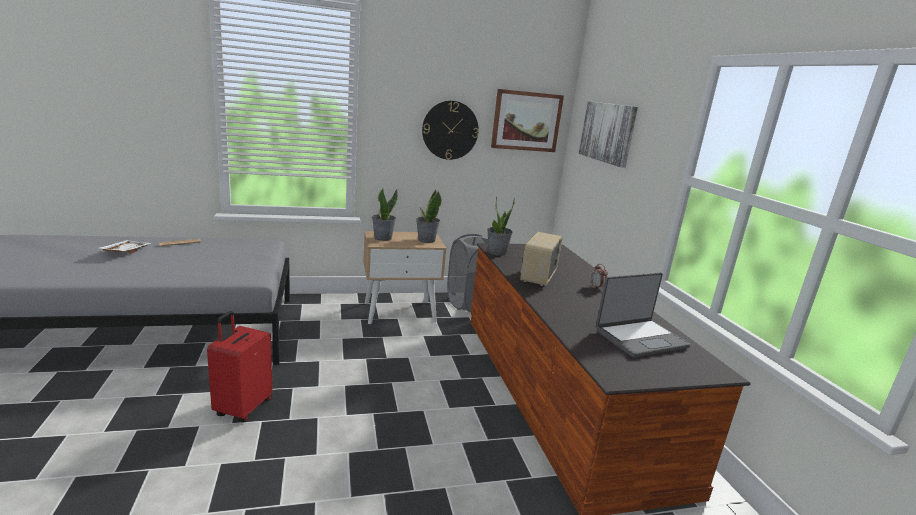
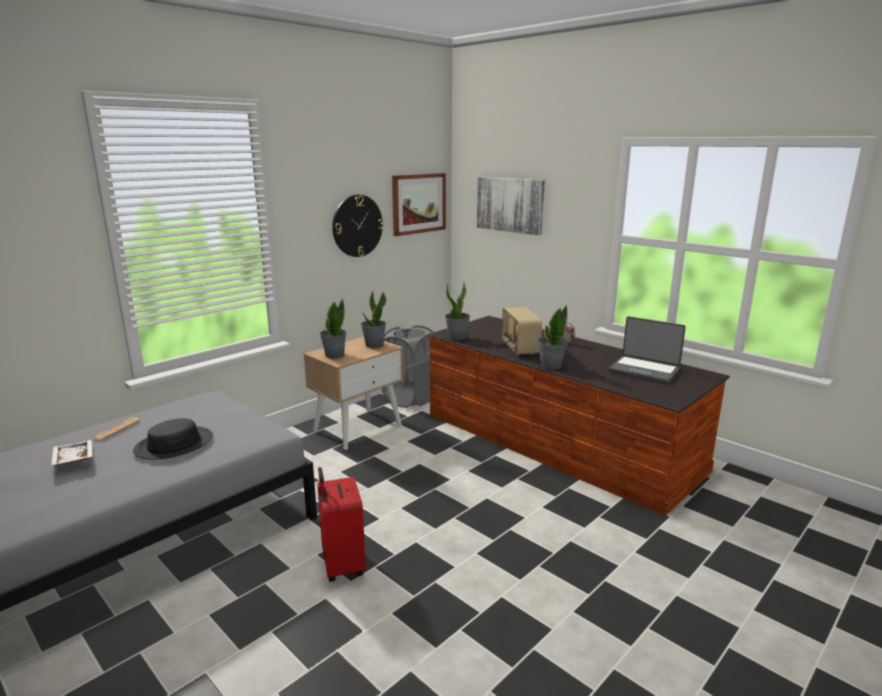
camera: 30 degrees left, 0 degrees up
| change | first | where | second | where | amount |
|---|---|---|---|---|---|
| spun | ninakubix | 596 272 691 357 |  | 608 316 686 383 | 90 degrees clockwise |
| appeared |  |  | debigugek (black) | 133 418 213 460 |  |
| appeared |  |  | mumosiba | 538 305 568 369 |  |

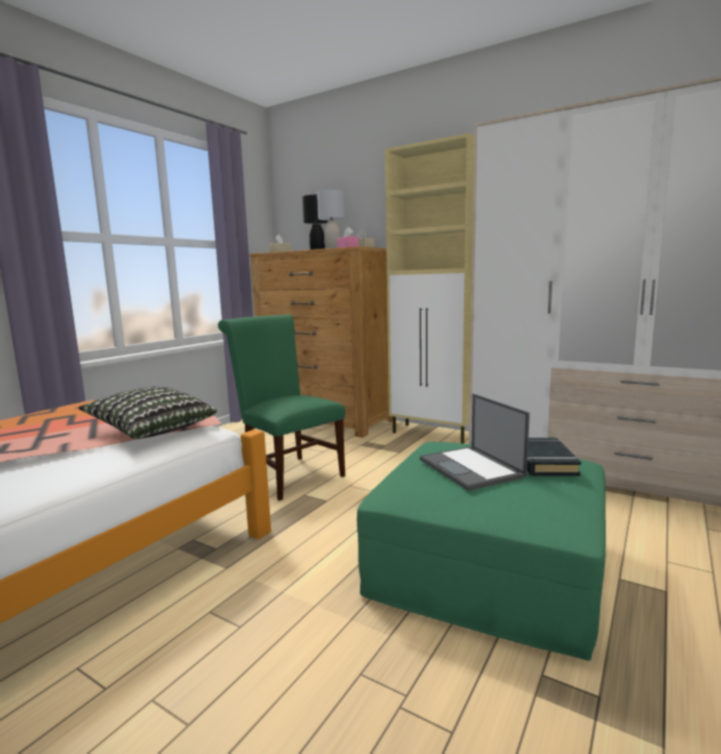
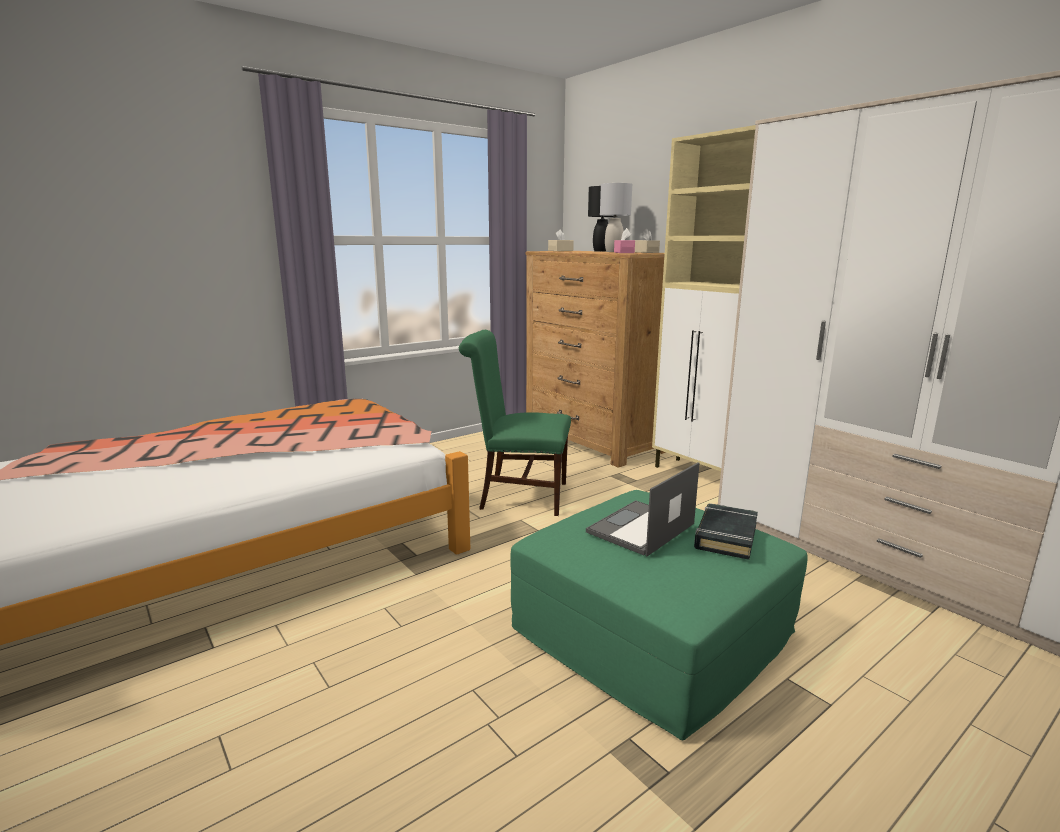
camera: 20 degrees right, 5 degrees up
| change | first | where | second | where | amount |
|---|---|---|---|---|---|
| missing | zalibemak | 78 386 217 439 |  |  |  |
| spun | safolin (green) | 218 314 345 501 |  | 459 330 571 516 | 60 degrees counterclockwise |
| spun | ninakubix | 420 394 530 491 |  | 586 462 700 557 | 45 degrees clockwise |

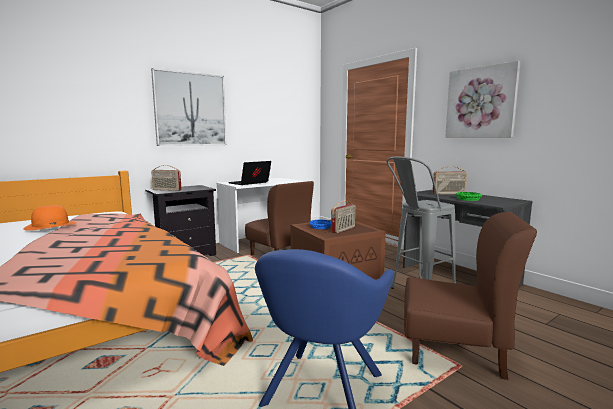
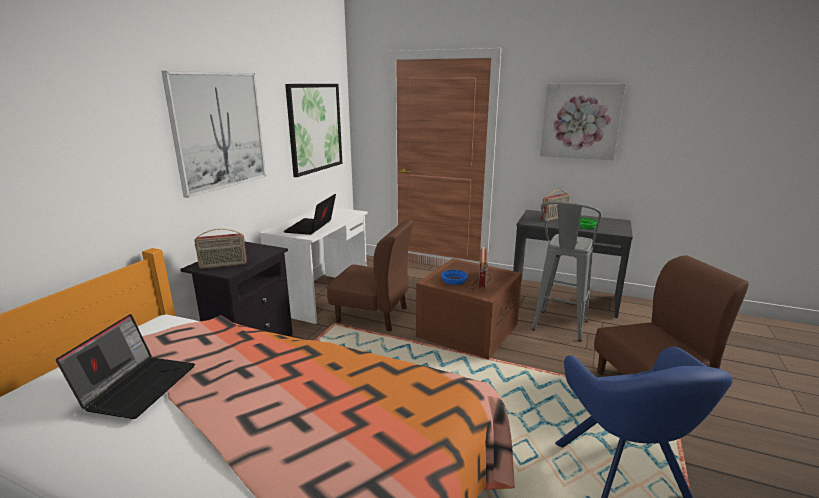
camera: 30 degrees left, 10 degrees up
| change | first | where | second | where | amount |
|---|---|---|---|---|---|
| exchanged | debigugek (orange) | 23 205 77 231 | ninakubix | 56 314 195 419 |  |
| appeared |  |  | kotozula | 285 84 342 177 |  |

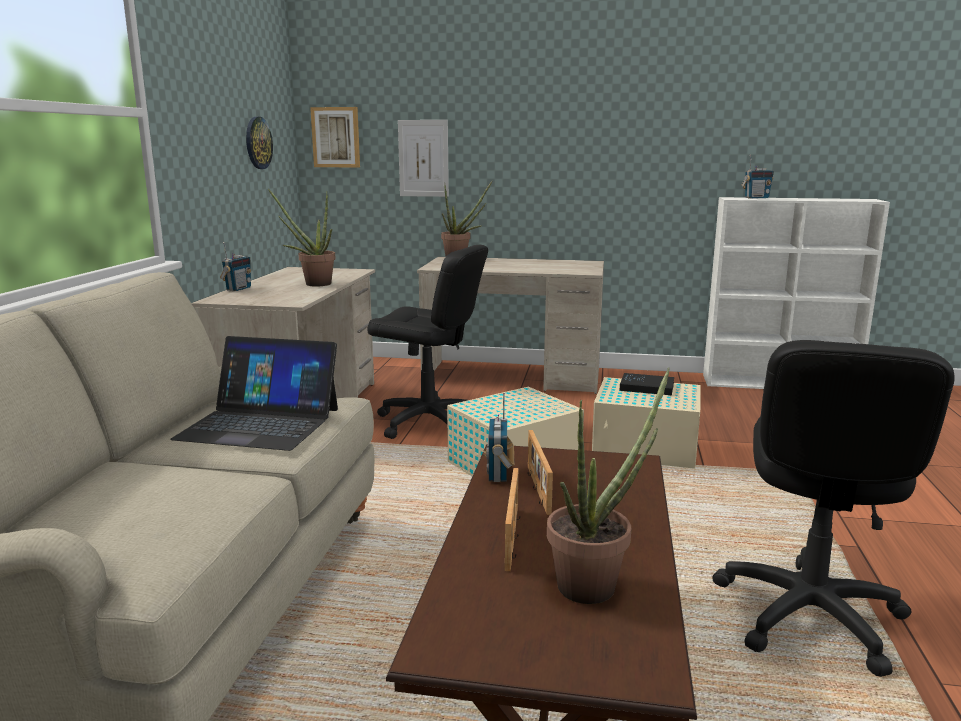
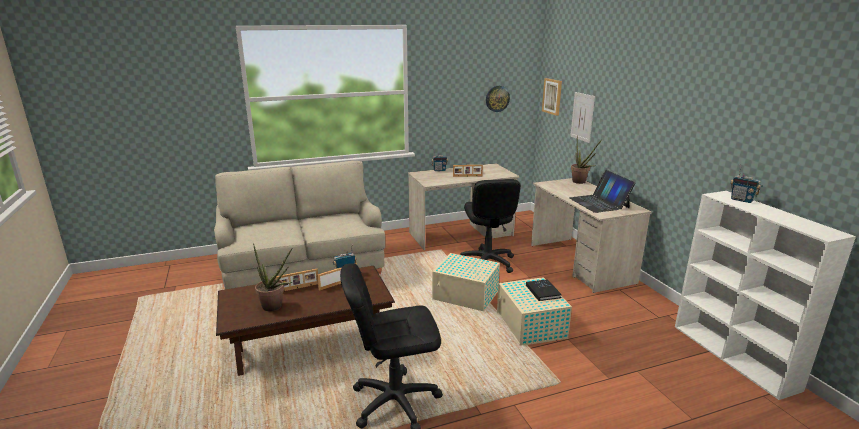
camera: 60 degrees right, 5 degrees up
| change | first | where | second | where | amount |
|---|---|---|---|---|---|
| relocated | ninakubix | 170 336 338 451 |  | 569 170 636 213 |  |
| exchanged | mumosiba | 268 189 336 286 | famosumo | 453 165 483 177 |  |

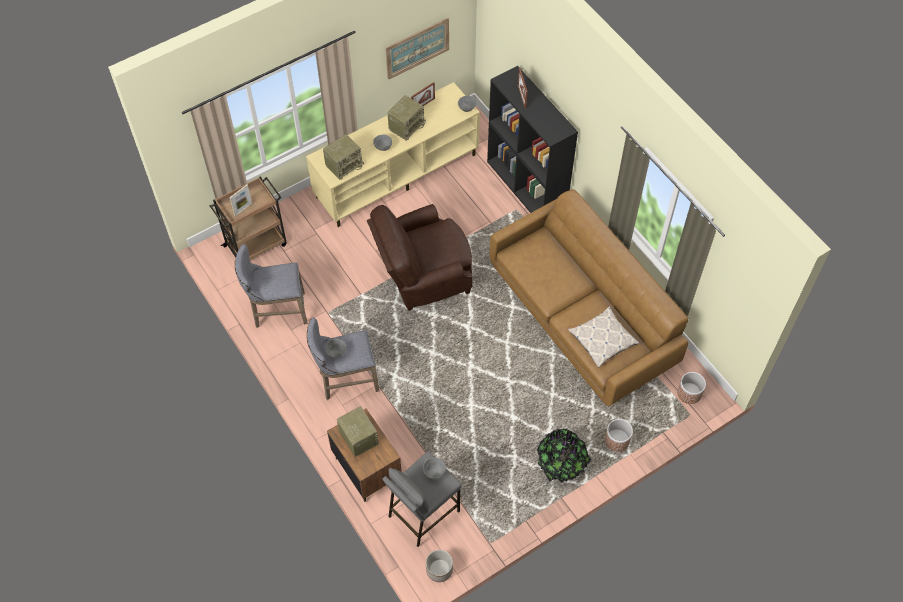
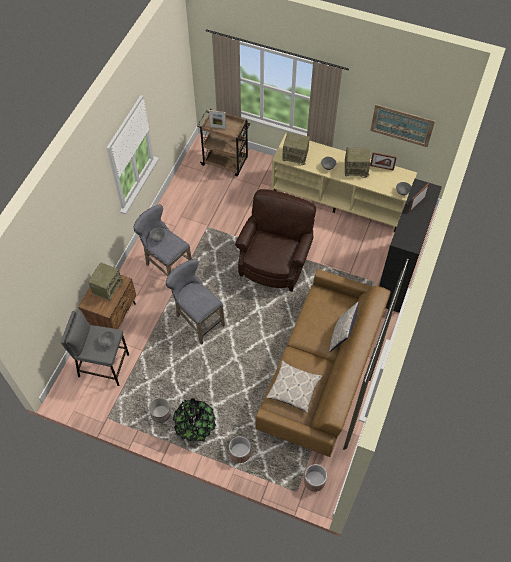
camera: 55 degrees right, 0 degrees up
| change | first | where | second | where | amount |
|---|---|---|---|---|---|
| relocated | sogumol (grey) | 235 244 308 328 |  | 166 259 225 345 |  |
| spun | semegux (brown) | 367 204 473 311 |  | 235 189 316 292 | 75 degrees clockwise |
| relocated | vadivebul | 426 550 453 582 |  | 149 398 171 423 |  |
| appeared |  |  | zalibemak | 329 302 359 352 |  |

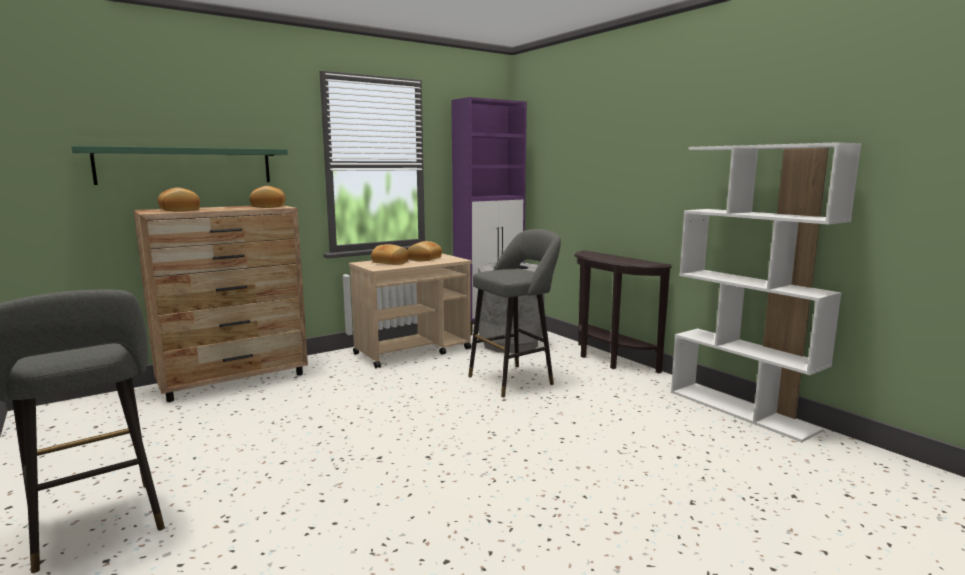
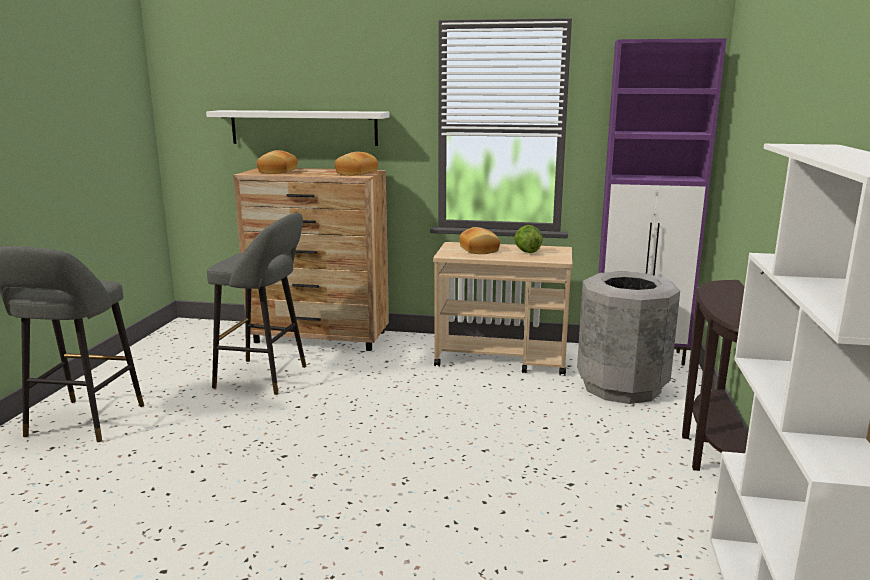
camera: 45 degrees right, 5 degrees up
| change | first | where | second | where | amount |
|---|---|---|---|---|---|
| colour | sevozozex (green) | 72 146 288 185 | sevozozex (white) | 206 110 390 146 |  |
| exchanged | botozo | 407 241 442 261 | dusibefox | 514 225 543 253 |  |
| relocated | sogumol (grey) | 468 229 561 398 |  | 207 213 307 395 |  |

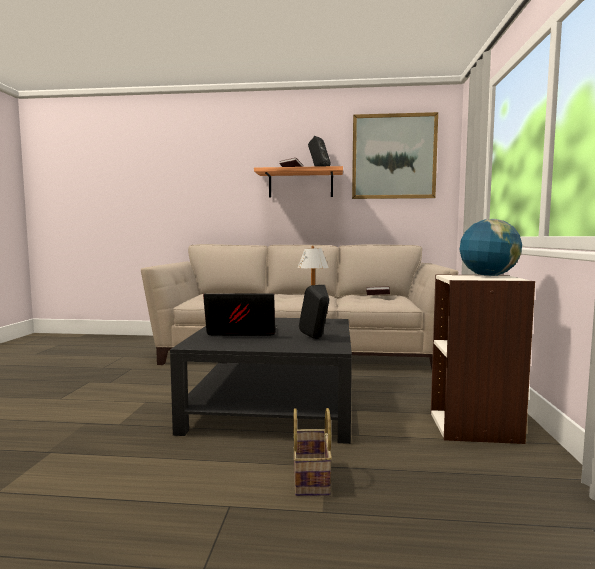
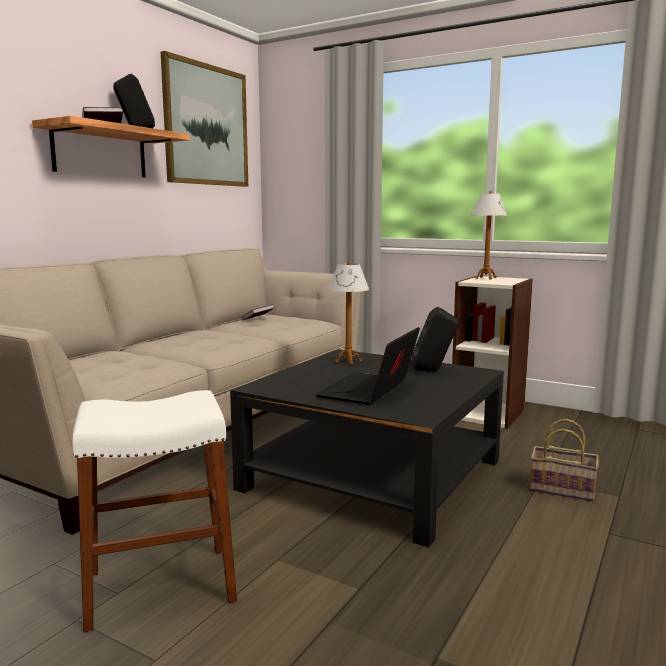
camera: 65 degrees left, 5 degrees up
| change | first | where | second | where | amount |
|---|---|---|---|---|---|
| exchanged | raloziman | 460 219 522 276 | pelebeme | 472 191 507 280 |  |
| appeared |  |  | sogumol (white) | 72 390 237 632 |  |

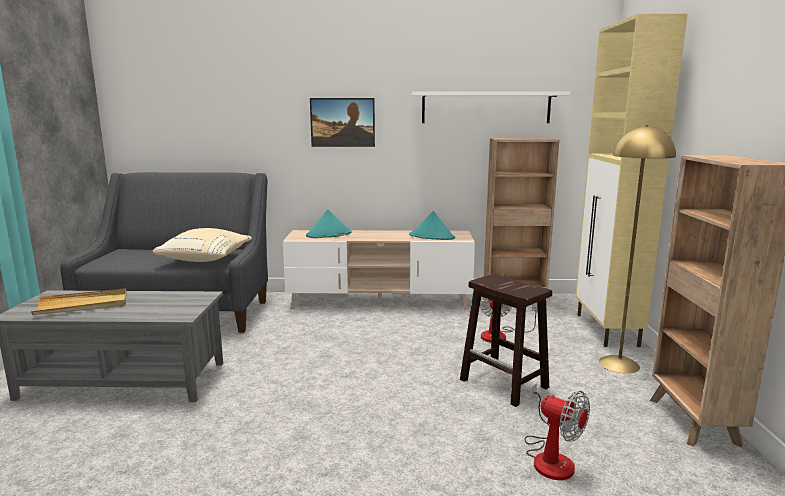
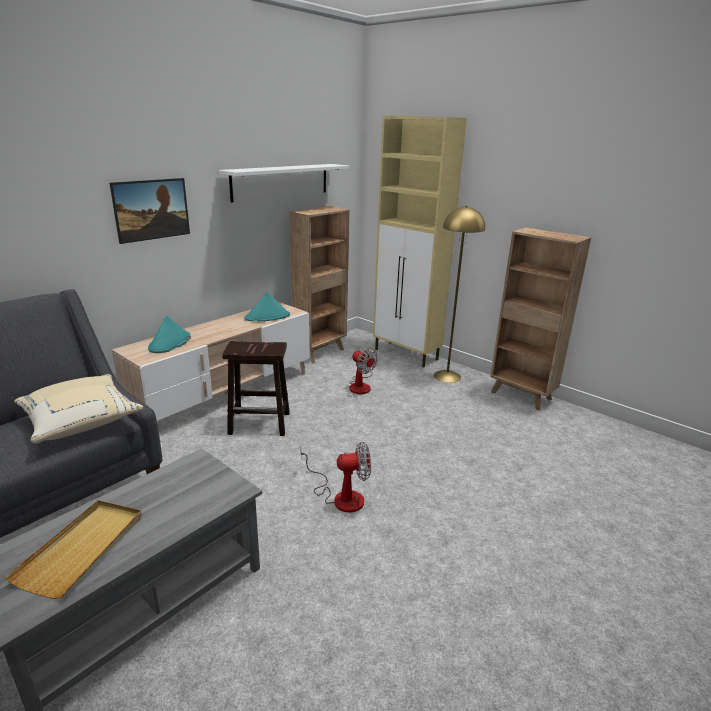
camera: 50 degrees left, 10 degrees up
| change | first | where | second | where | amount |
|---|---|---|---|---|---|
| relocated | sogumol (brown) | 460 274 552 407 |  | 222 341 290 436 |  |
| relocated | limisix | 525 383 590 480 |  | 301 442 371 513 |  |

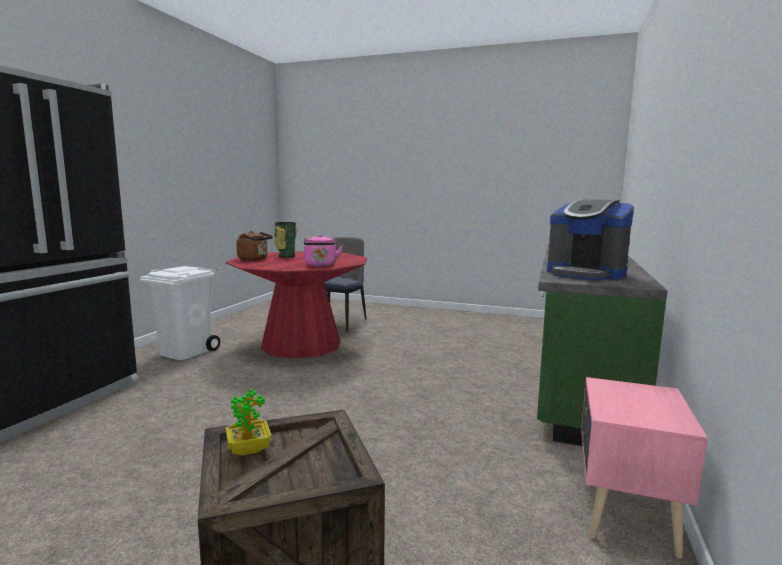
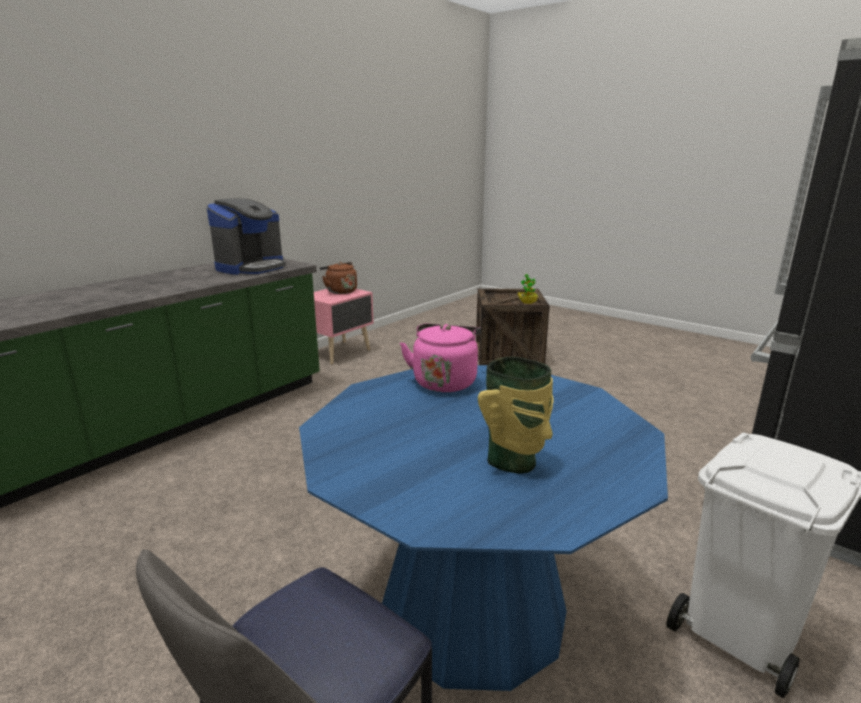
camera: 160 degrees left, 10 degrees up
| change | first | where | second | where | amount |
|---|---|---|---|---|---|
| colour | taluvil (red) | 225 251 367 359 | taluvil (blue) | 299 365 668 691 |  |
| relocated | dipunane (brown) | 236 231 273 261 |  | 320 262 357 294 |  |
| spun | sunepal | 547 199 634 280 |  | 207 198 286 275 | 60 degrees clockwise |

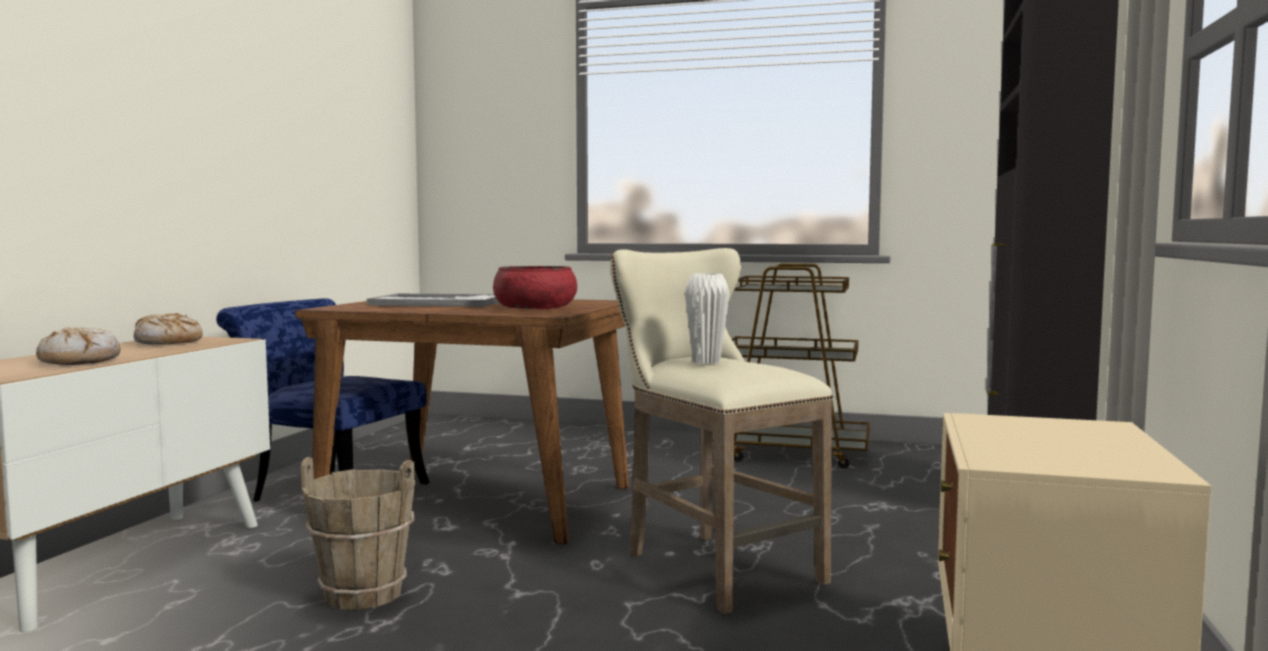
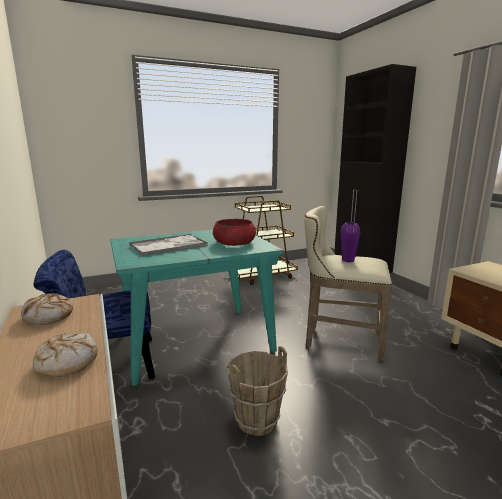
camera: 40 degrees left, 10 degrees up
| change | first | where | second | where | amount |
|---|---|---|---|---|---|
| colour | taluvil (brown) | 295 299 629 544 | taluvil (turquoise) | 110 230 284 386 |  |
| colour | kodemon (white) | 685 273 730 364 | kodemon (purple) | 340 222 361 262 |  |

